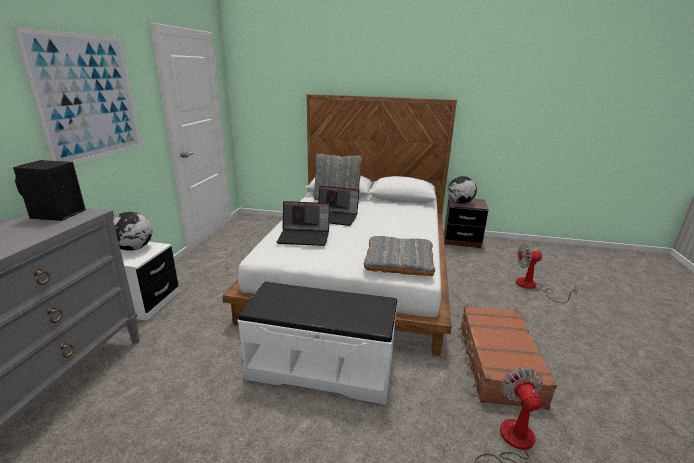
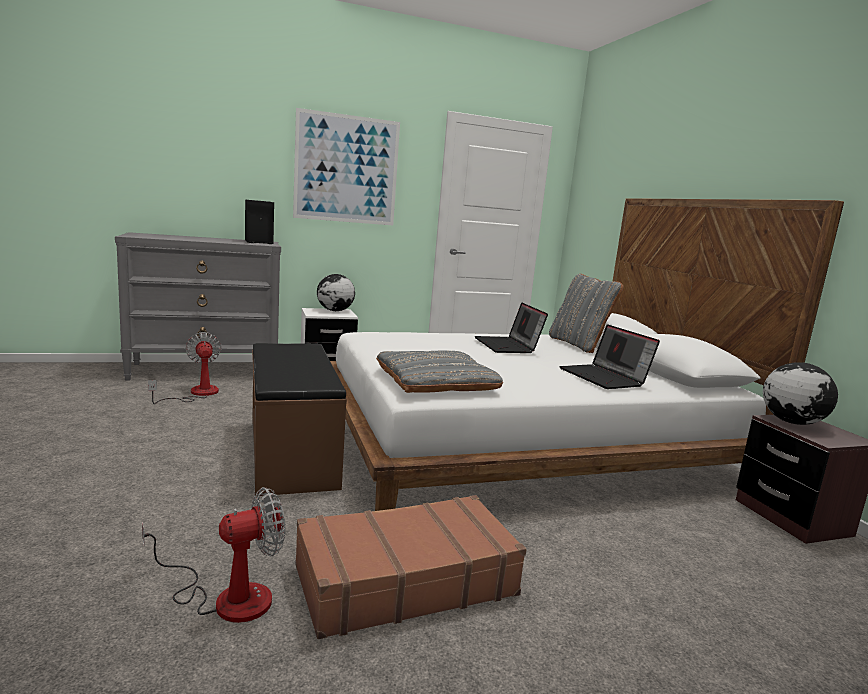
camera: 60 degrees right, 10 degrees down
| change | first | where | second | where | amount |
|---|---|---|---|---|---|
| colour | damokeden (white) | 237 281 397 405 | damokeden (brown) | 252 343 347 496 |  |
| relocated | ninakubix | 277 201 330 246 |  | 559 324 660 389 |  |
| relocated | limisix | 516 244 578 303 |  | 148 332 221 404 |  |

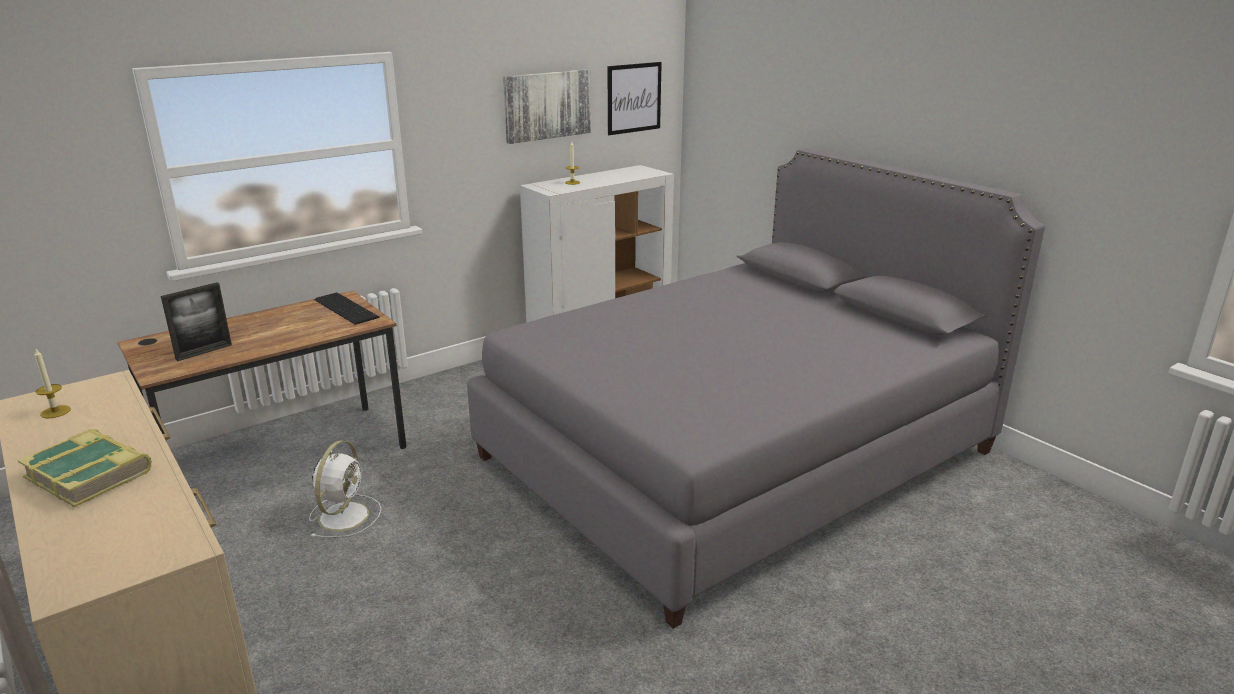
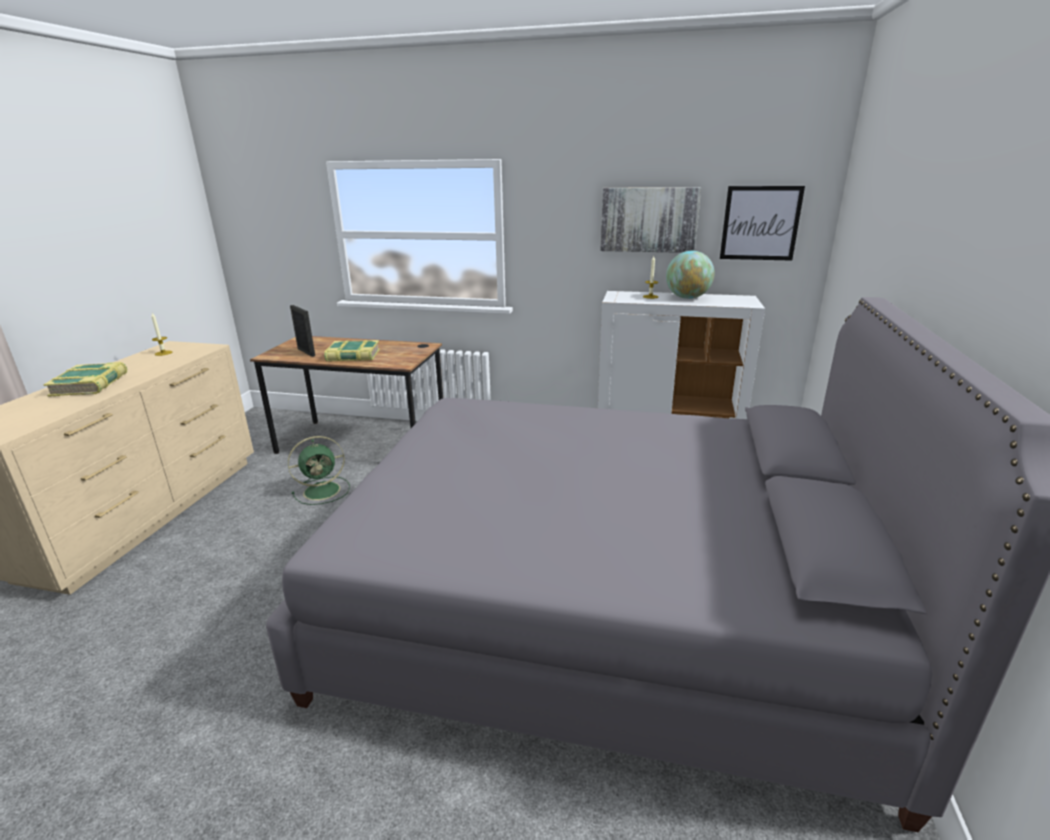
camera: 50 degrees right, 0 degrees up
| change | first | where | second | where | amount |
|---|---|---|---|---|---|
| spun | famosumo | 161 282 232 361 |  | 290 305 315 357 | 135 degrees counterclockwise |
| colour | limisix (white) | 309 440 382 538 | limisix (green) | 288 436 350 505 |  |
| missing | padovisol | 315 293 380 325 |  |  |  |
| appeared |  |  | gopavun | 324 340 380 361 |  |
| appeared |  |  | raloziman | 666 251 715 299 |  |

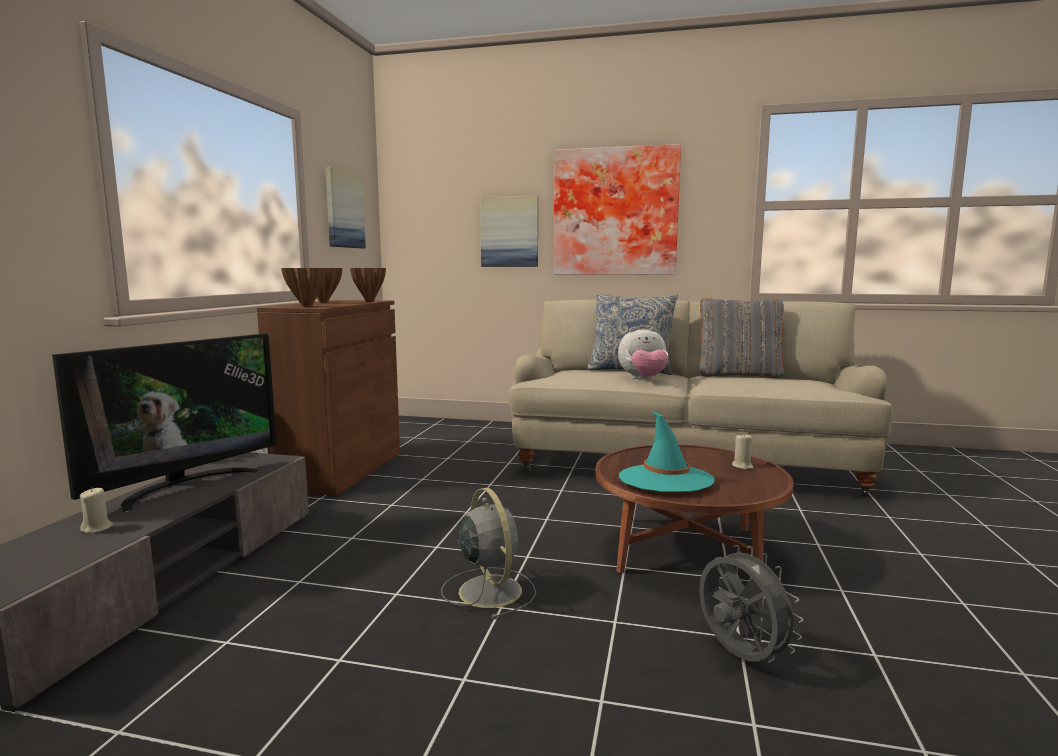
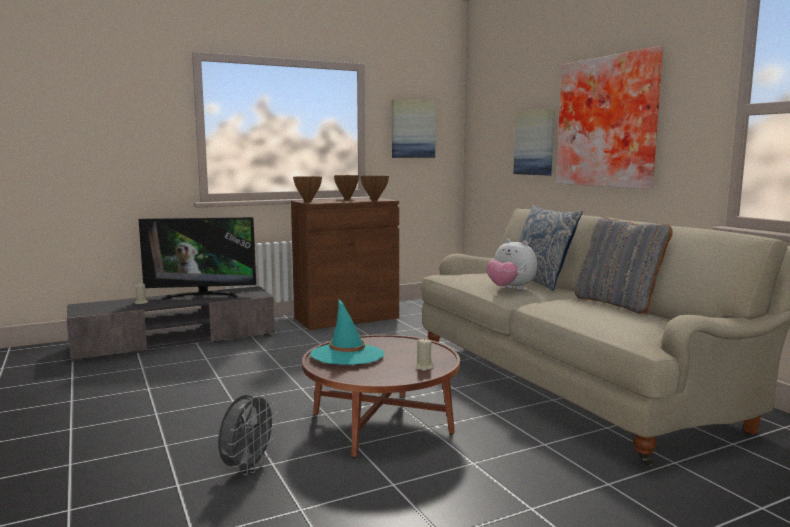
camera: 50 degrees right, 0 degrees up
| change | first | where | second | where | amount |
|---|---|---|---|---|---|
| missing | limisix (grey) | 441 488 536 619 |  |  |  |

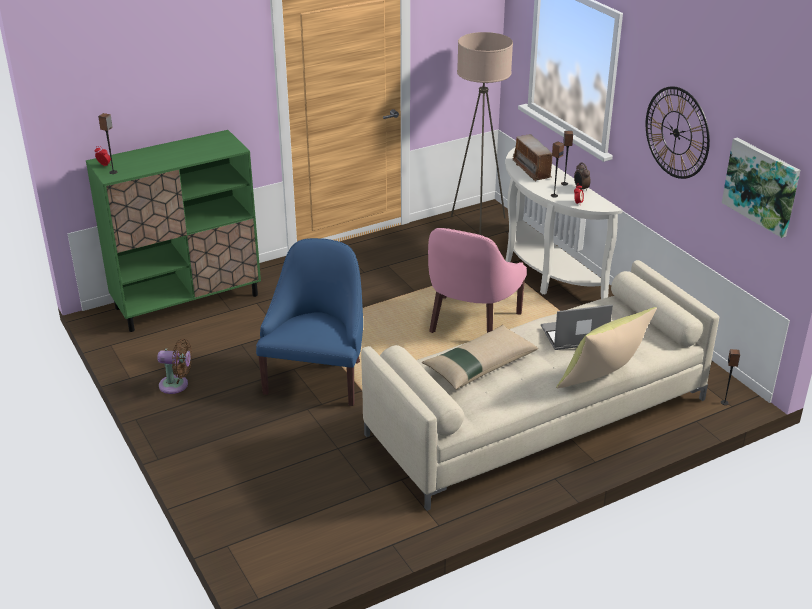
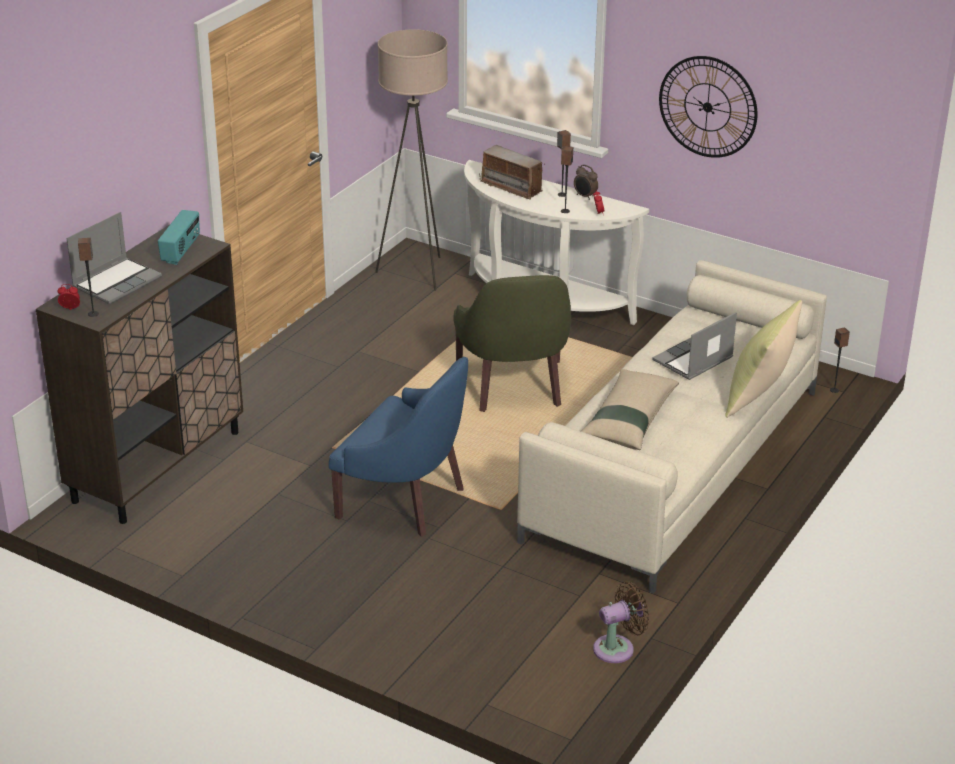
camera: 30 degrees left, 0 degrees up
| change | first | where | second | where | amount |
|---|---|---|---|---|---|
| colour | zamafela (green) | 86 130 261 332 | zamafela (brown) | 36 225 243 524 |  |
| relocated | limisix (brown) | 157 339 192 394 |  | 593 582 649 663 |  |
| spun | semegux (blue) | 256 238 363 406 |  | 329 357 468 537 | 135 degrees clockwise |
| colour | semegux (pink) | 428 228 527 333 | semegux (green) | 453 275 571 412 |  |
| missing | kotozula | 722 138 800 238 |  |  |  |
| appeared |  |  | ninakubix | 66 212 162 304 |  |
| appeared |  |  | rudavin | 158 210 200 265 |  |

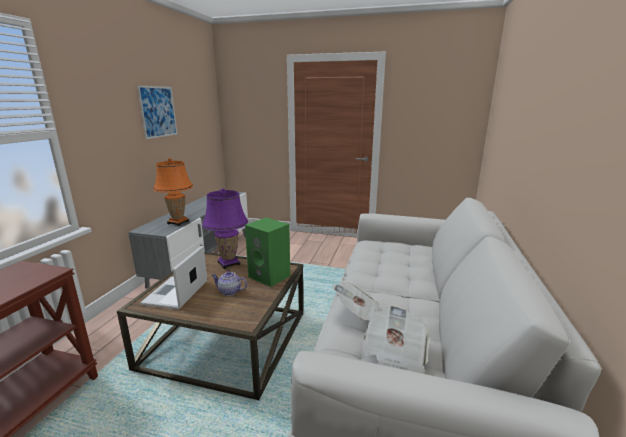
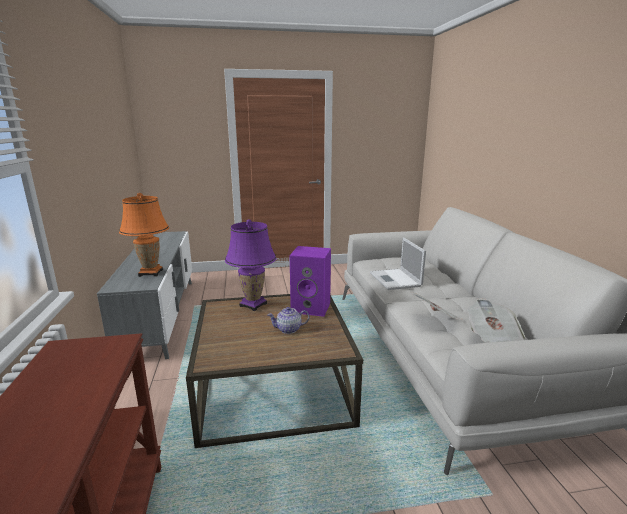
camera: 25 degrees left, 0 degrees up
| change | first | where | second | where | amount |
|---|---|---|---|---|---|
| missing | kotozula | 137 86 177 139 |  |  |  |
| relocated | ninakubix | 140 246 207 310 |  | 370 237 426 290 |  |
| colour | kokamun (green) | 245 218 290 287 | kokamun (purple) | 290 246 331 317 |  |

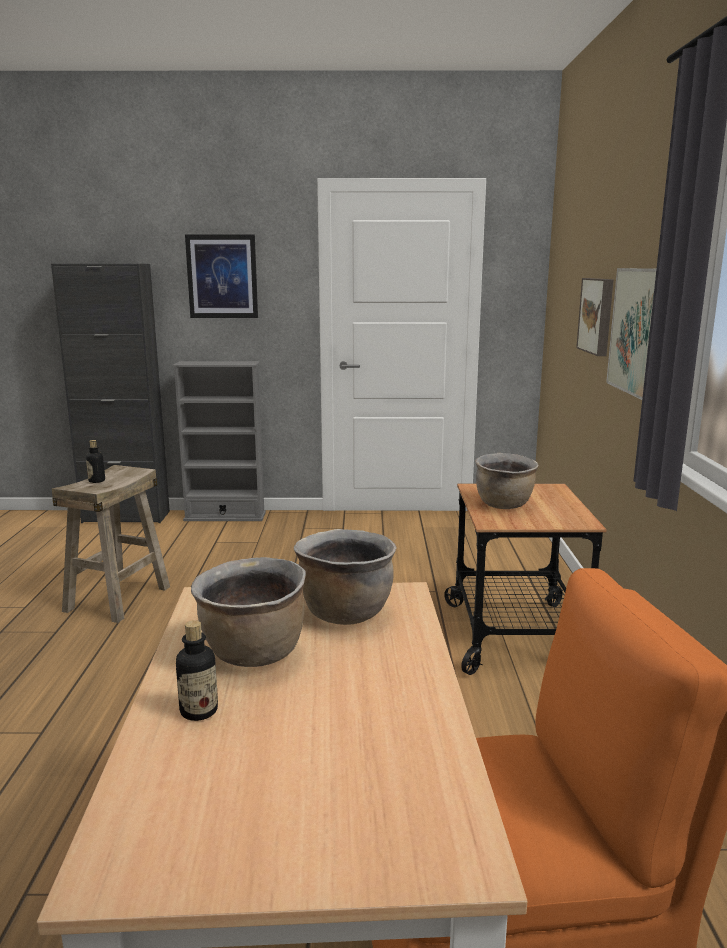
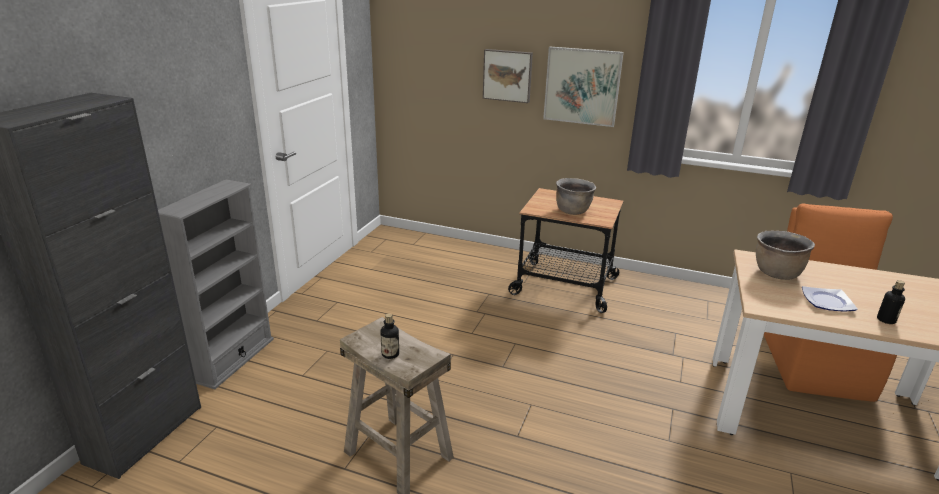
camera: 70 degrees left, 10 degrees up
| change | first | where | second | where | amount |
|---|---|---|---|---|---|
| missing | kotozula | 185 234 258 318 |  |  |  |
| exchanged | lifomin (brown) | 191 557 306 667 | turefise | 802 286 858 312 |  |

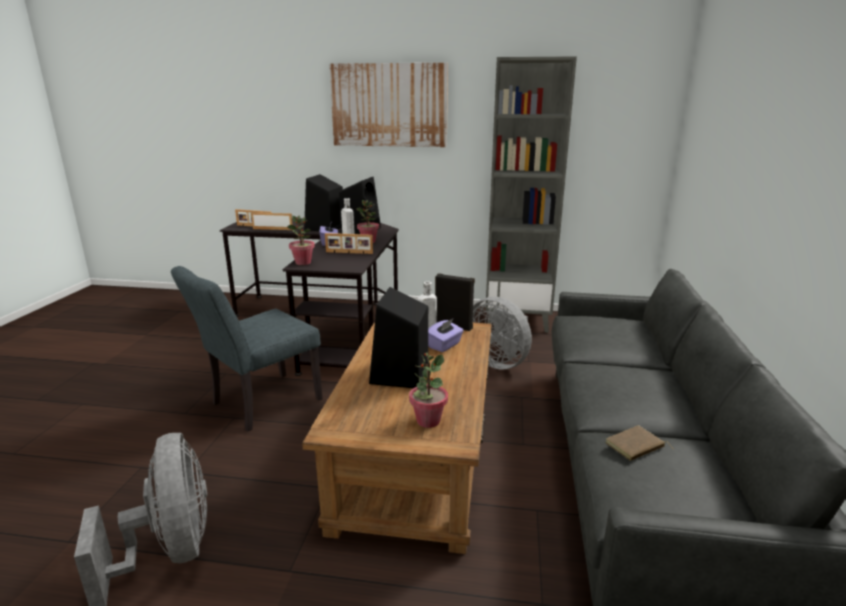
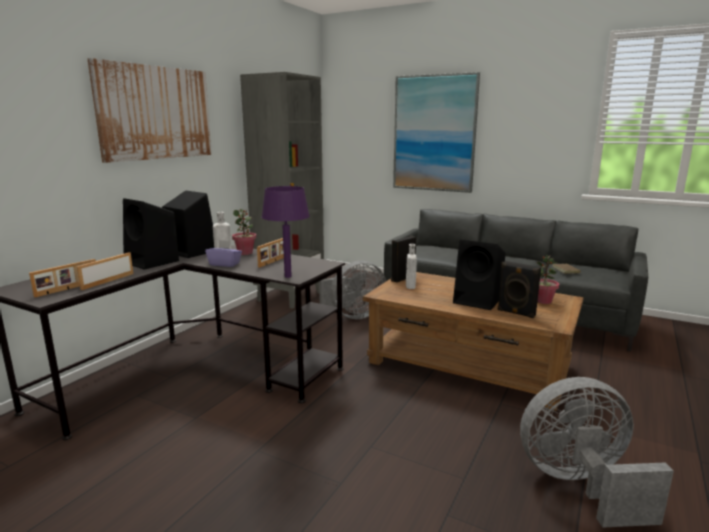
camera: 70 degrees left, 5 degrees down
| change | first | where | second | where | amount |
|---|---|---|---|---|---|
| missing | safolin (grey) | 171 266 323 432 |  |  |  |
| exchanged | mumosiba | 287 216 315 265 | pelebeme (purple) | 261 186 310 278 |  |
| missing | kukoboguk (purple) | 428 319 464 352 |  |  |  |
| appeared |  |  | kotozula | 393 72 480 193 |  |
| appeared |  |  | kokamun (black) | 498 261 541 318 |  |

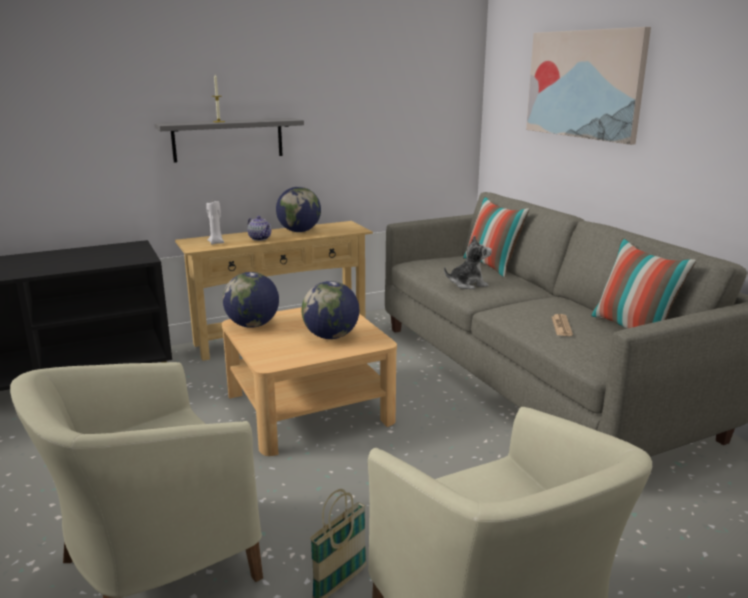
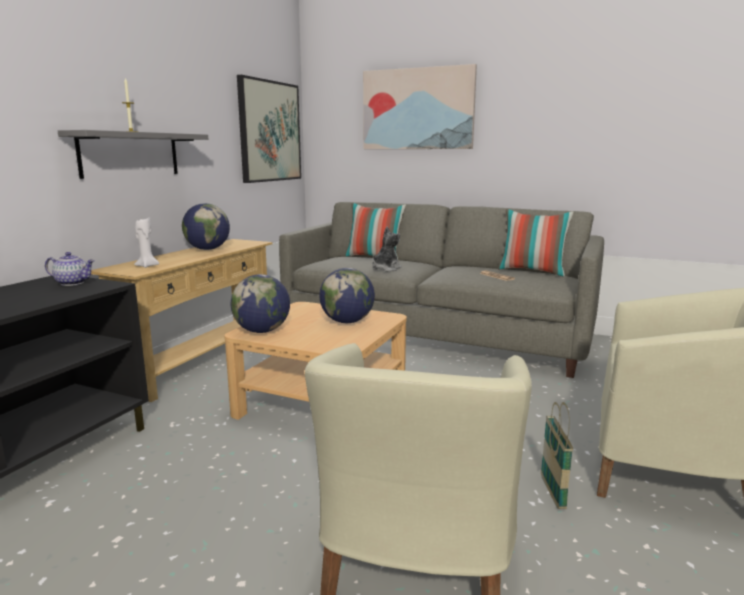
camera: 40 degrees left, 5 degrees down
| change | first | where | second | where | amount |
|---|---|---|---|---|---|
| relocated | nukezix | 247 216 271 241 |  | 45 252 94 286 |  |
| appeared |  |  | kotozula | 237 75 301 183 |  |

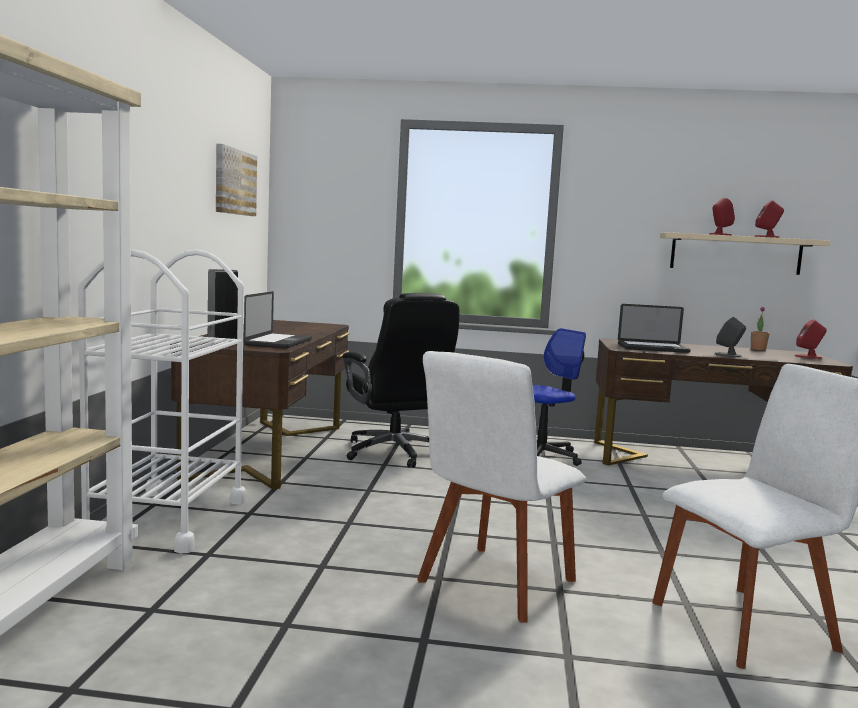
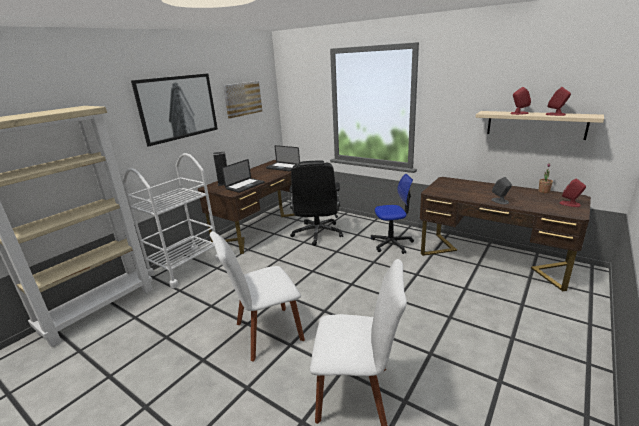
camera: 30 degrees right, 15 degrees up
| change | first | where | second | where | amount |
|---|---|---|---|---|---|
| relocated | ninakubix | 618 304 691 353 |  | 266 145 300 171 |  |
| appeared |  |  | kotozula | 131 73 218 147 |  |

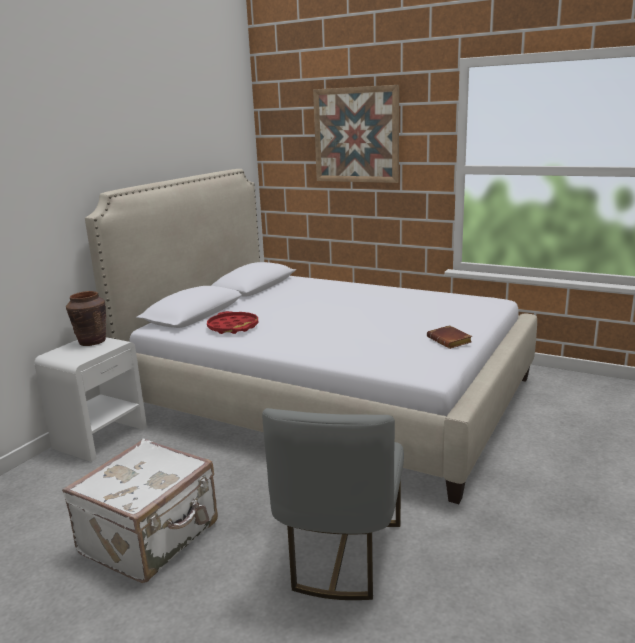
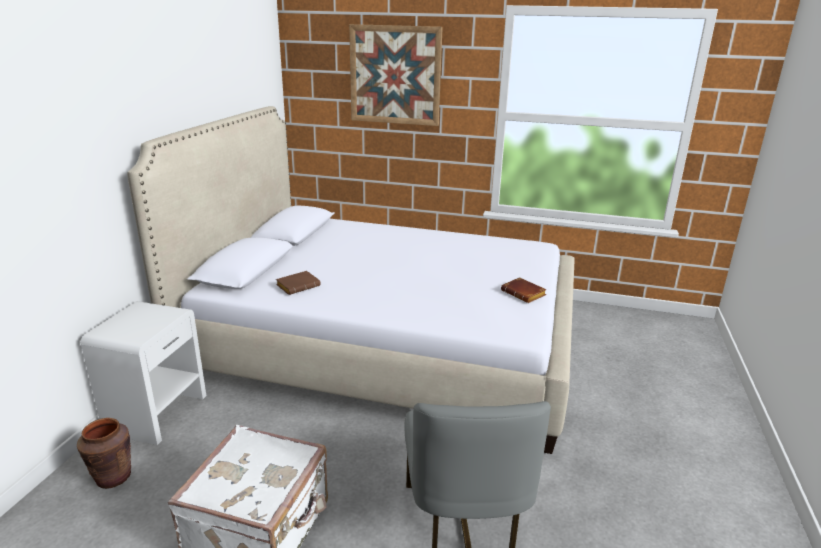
camera: 15 degrees left, 5 degrees up
| change | first | where | second | where | amount |
|---|---|---|---|---|---|
| relocated | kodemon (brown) | 66 291 106 346 |  | 77 418 131 489 |  |
| exchanged | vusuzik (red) | 207 311 258 334 | gopavun (brown) | 276 271 321 295 |  |

